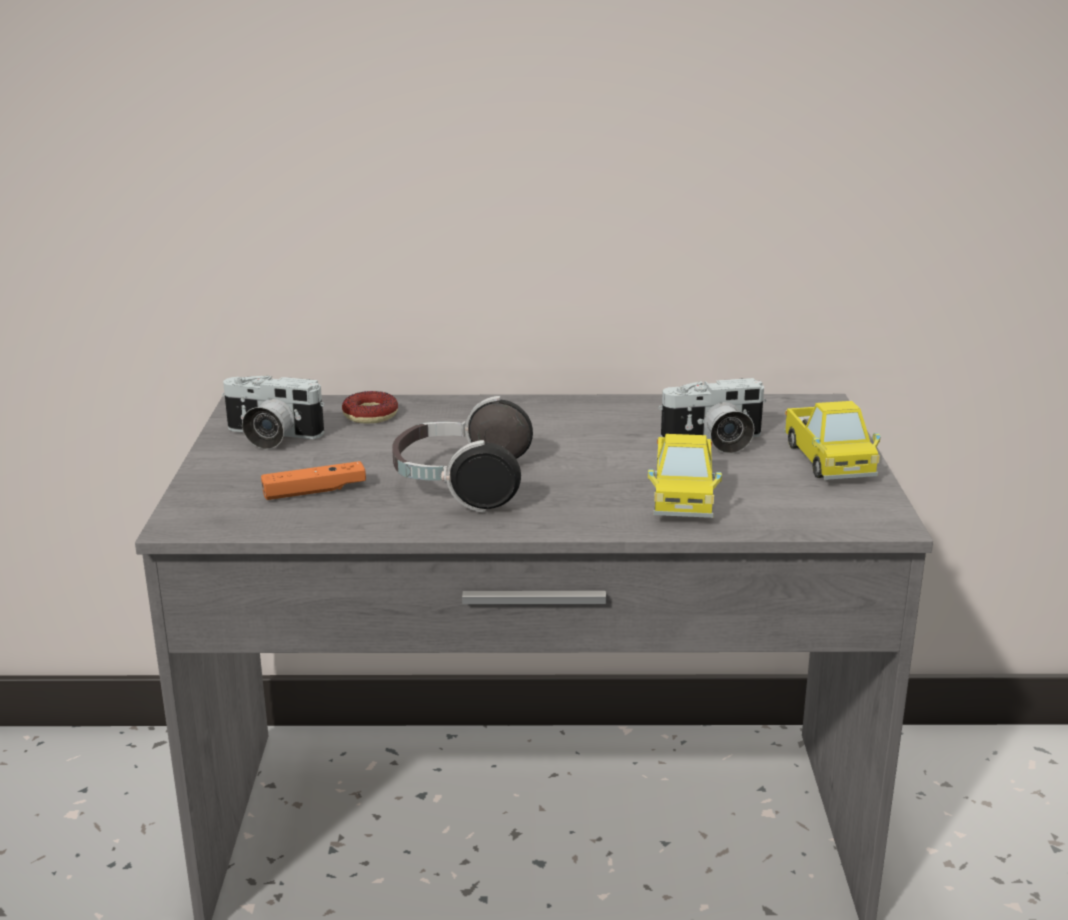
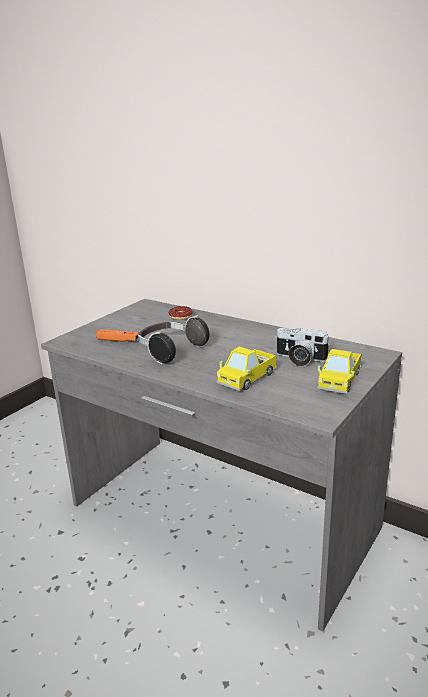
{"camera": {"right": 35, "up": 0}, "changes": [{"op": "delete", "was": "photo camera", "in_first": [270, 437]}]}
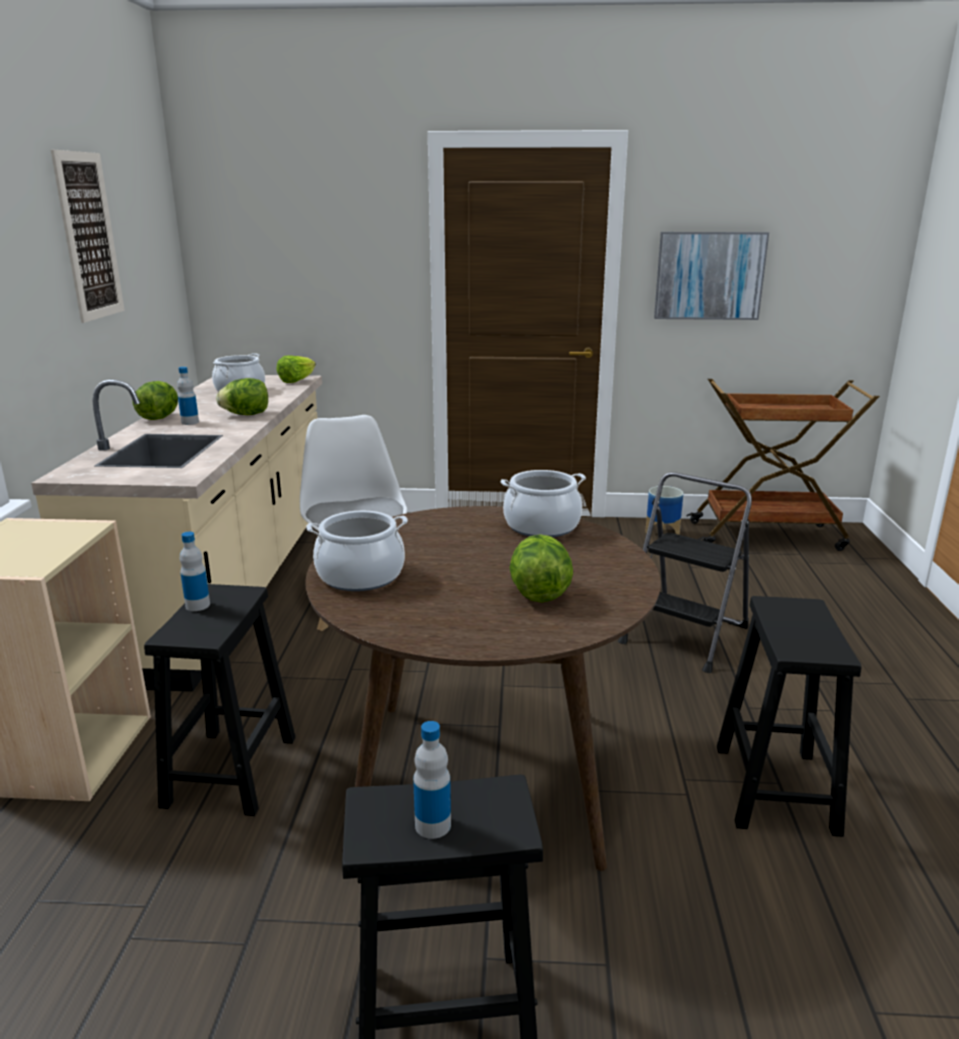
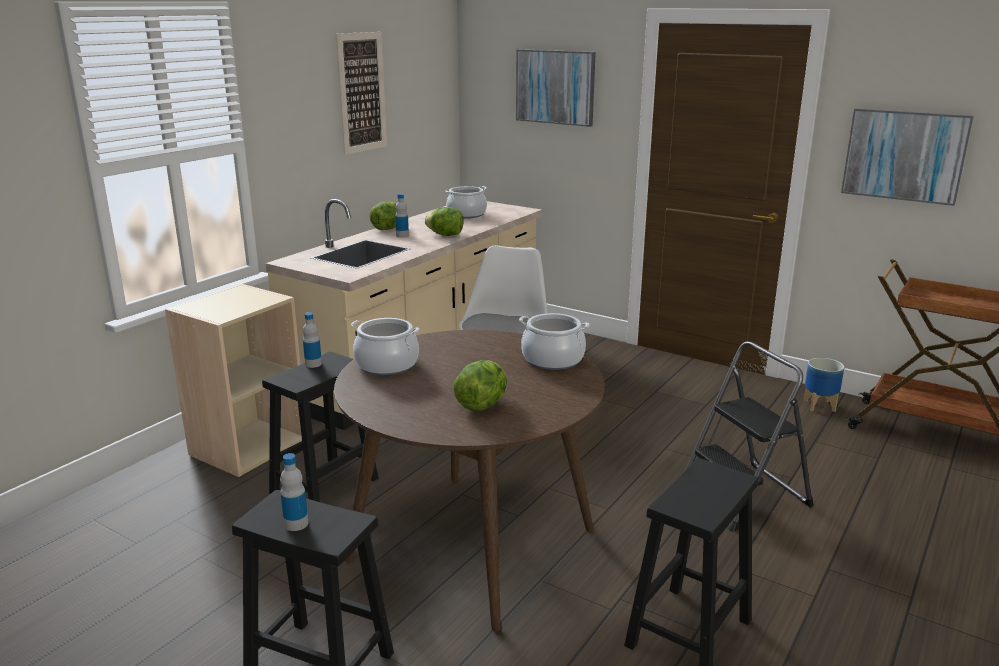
{"camera": {"right": 30, "up": 0}, "changes": [{"op": "insert", "now": "picture", "in_second": [555, 87]}, {"op": "delete", "was": "lettuce", "in_first": [297, 381]}]}
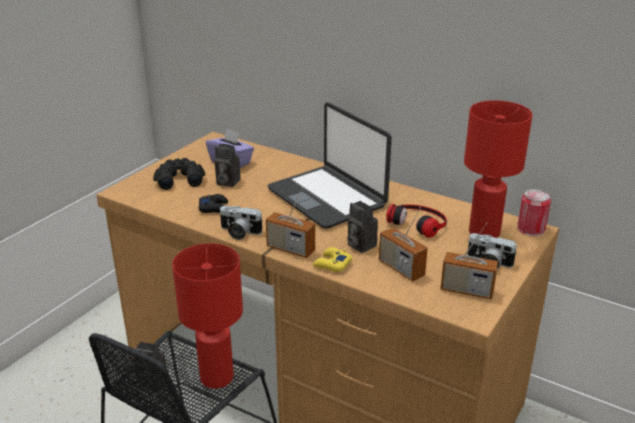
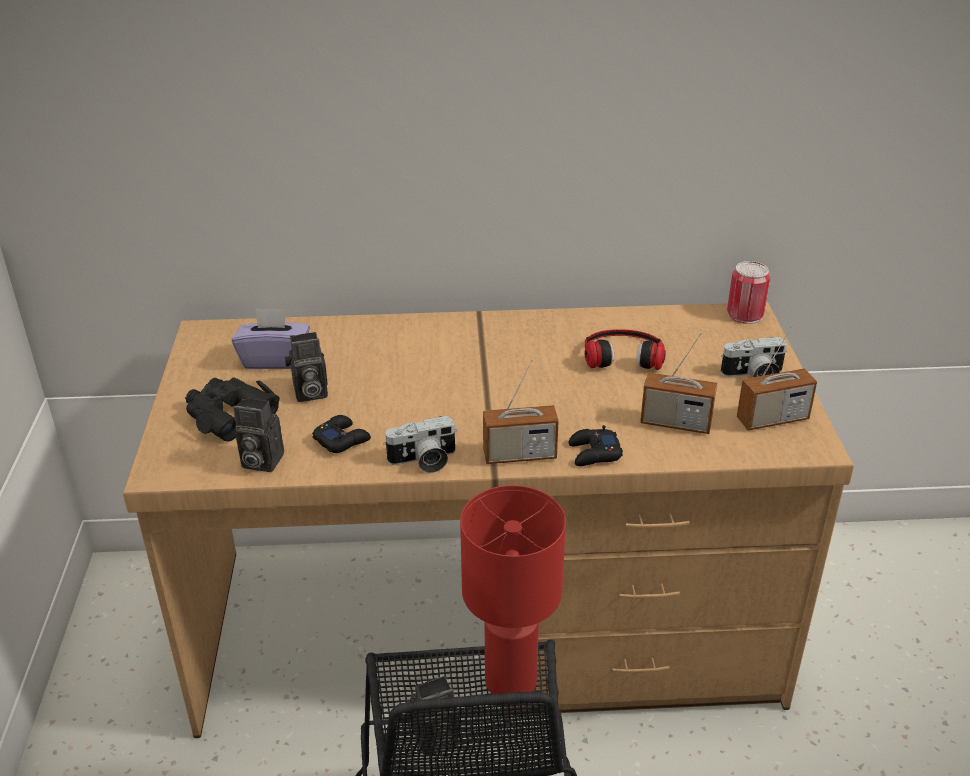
{"camera": {"right": -35, "up": 5}, "changes": [{"op": "move", "was": "photo camera", "in_first": [359, 245], "in_second": [259, 461]}, {"op": "recolor", "was": "yellow game controller", "now": "black game controller", "in_first": [332, 264], "in_second": [594, 453]}, {"op": "delete", "was": "laptop", "in_first": [327, 197]}, {"op": "delete", "was": "red table lamp", "in_first": [484, 232]}]}
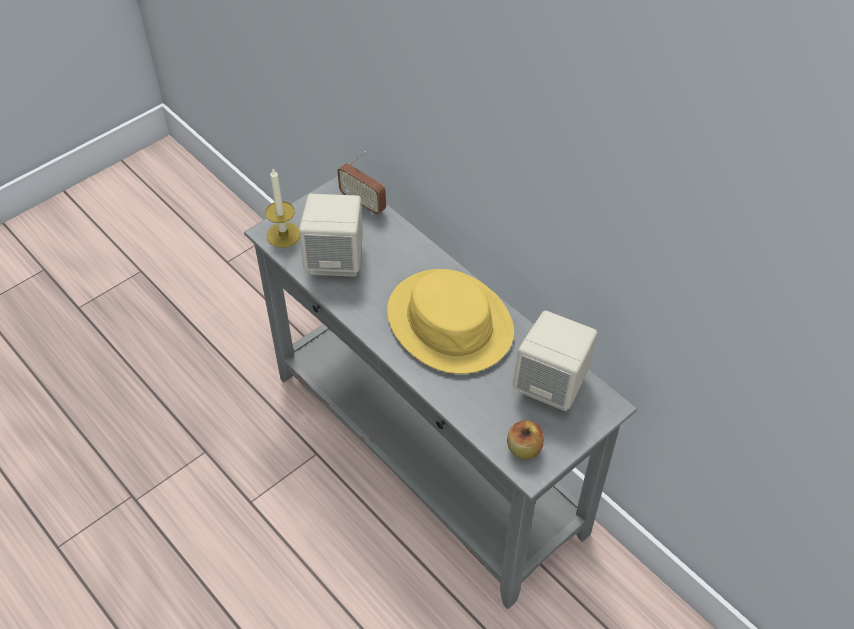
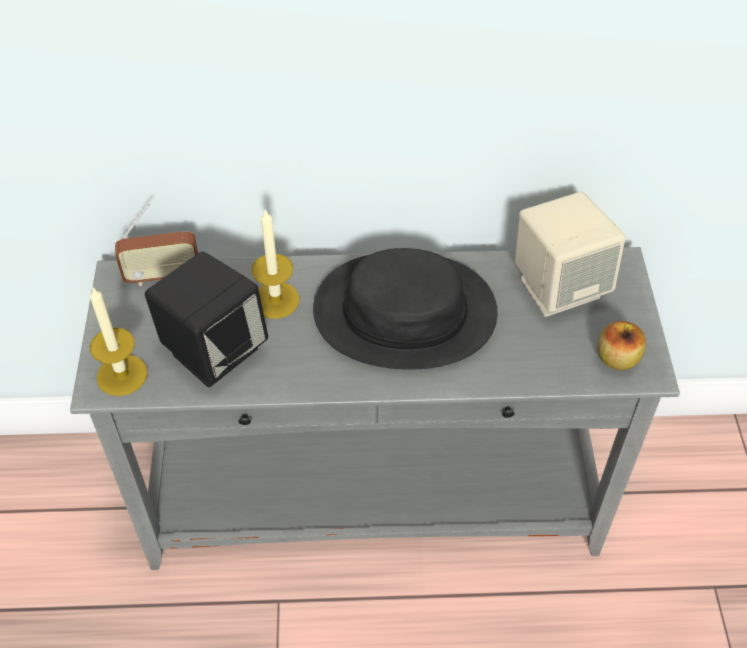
{"camera": {"right": -50, "up": 0}, "changes": [{"op": "recolor", "was": "beige speaker", "now": "black speaker", "in_first": [336, 259], "in_second": [214, 351]}, {"op": "insert", "now": "candle", "in_second": [276, 300]}, {"op": "recolor", "was": "yellow hat", "now": "black hat", "in_first": [450, 322], "in_second": [405, 312]}]}
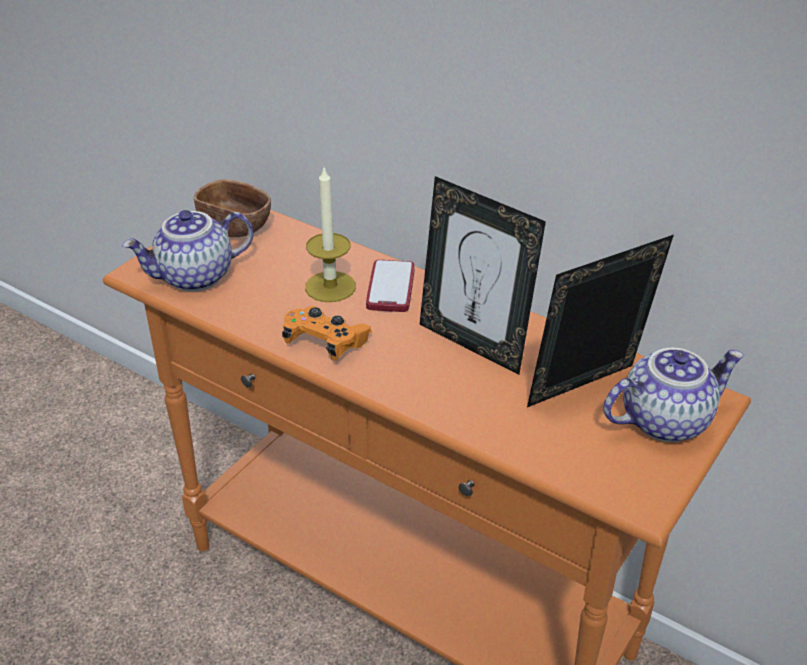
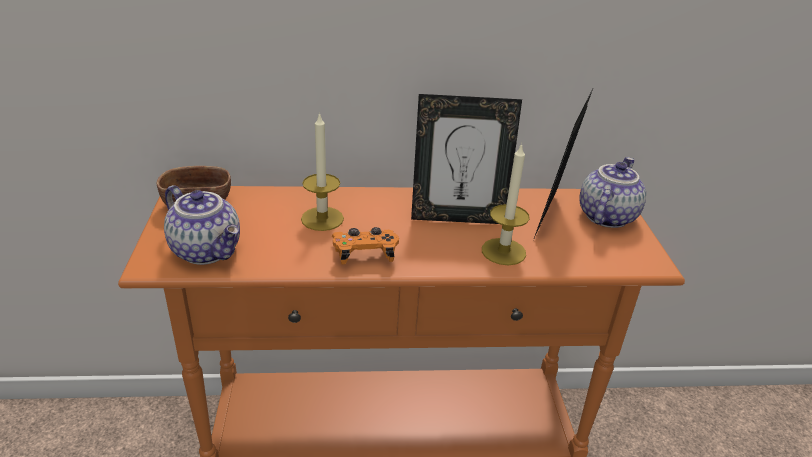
{"camera": {"right": -40, "up": -5}, "changes": [{"op": "rotate", "was": "teapot", "in_first": [195, 278], "in_second": [208, 250], "clockwise": -75}, {"op": "insert", "now": "candle", "in_second": [503, 251]}, {"op": "delete", "was": "phone", "in_first": [390, 288]}]}
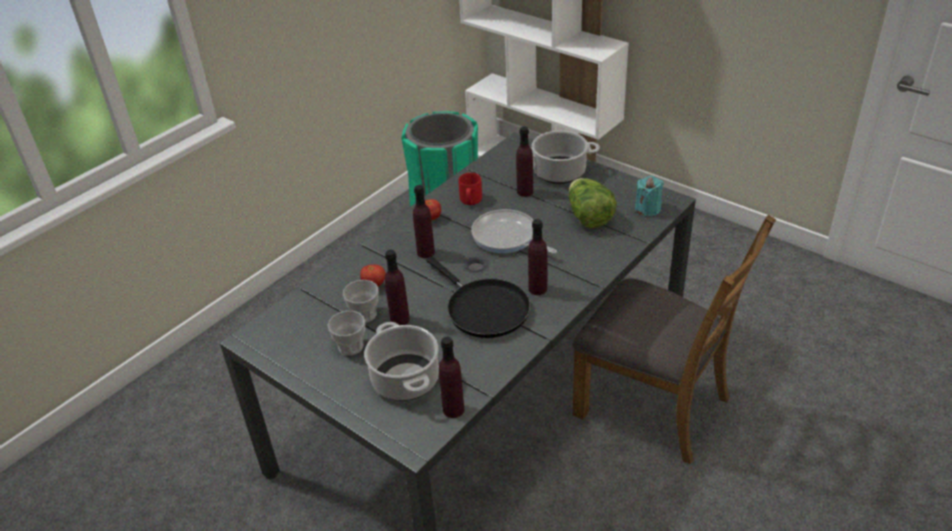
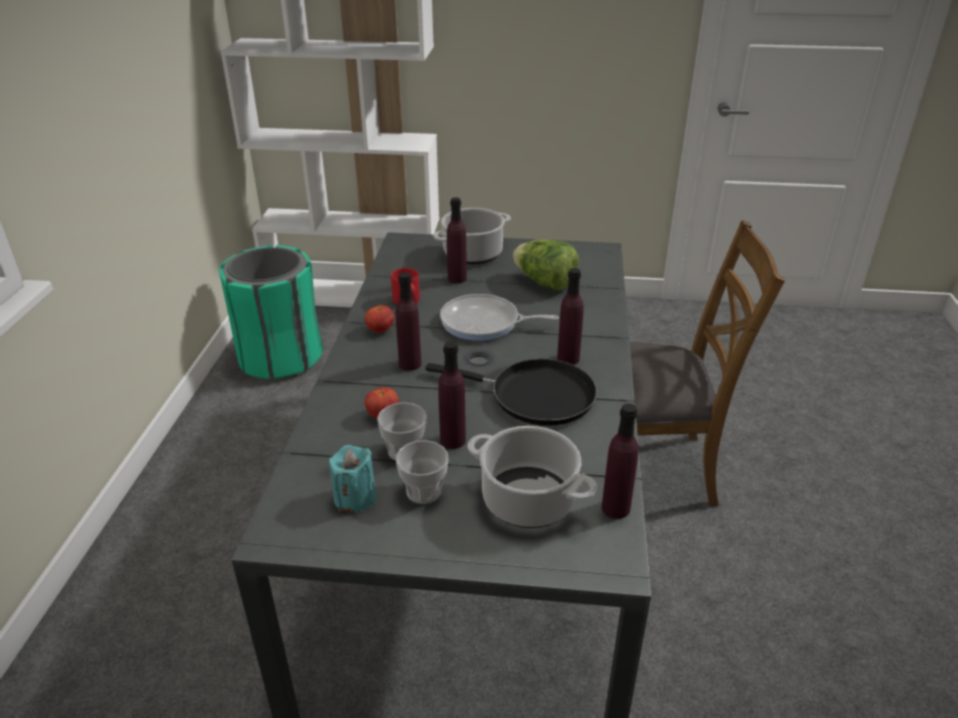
{"camera": {"right": -35, "up": -5}, "changes": [{"op": "move", "was": "turquoise candle", "in_first": [647, 209], "in_second": [355, 498]}]}
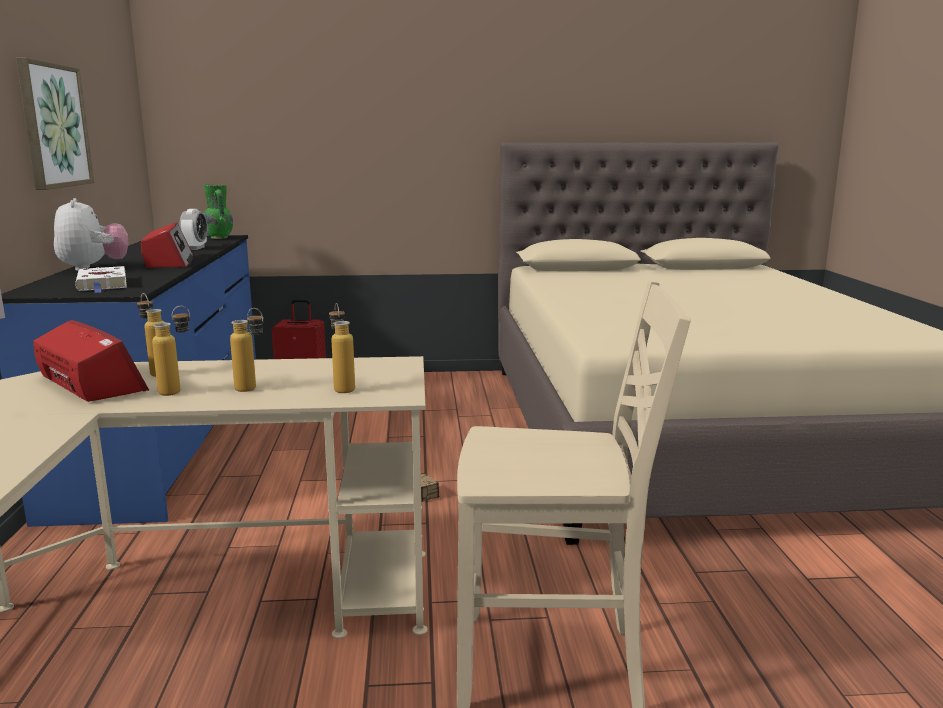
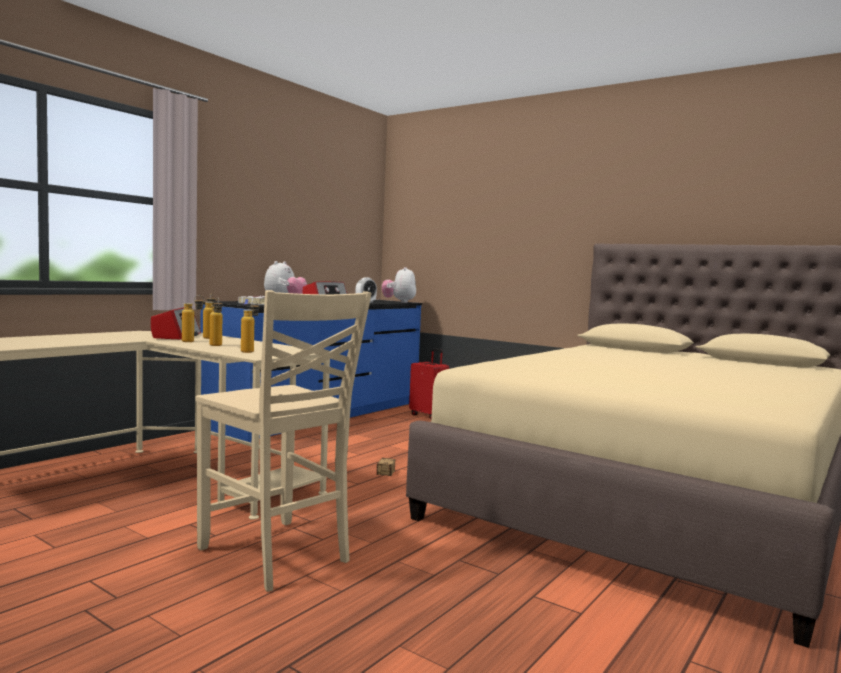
{"camera": {"right": 40, "up": -10}, "changes": [{"op": "replace", "was": "green vase", "now": "plush toy", "in_first": [219, 238], "in_second": [399, 302]}, {"op": "delete", "was": "picture", "in_first": [53, 126]}]}
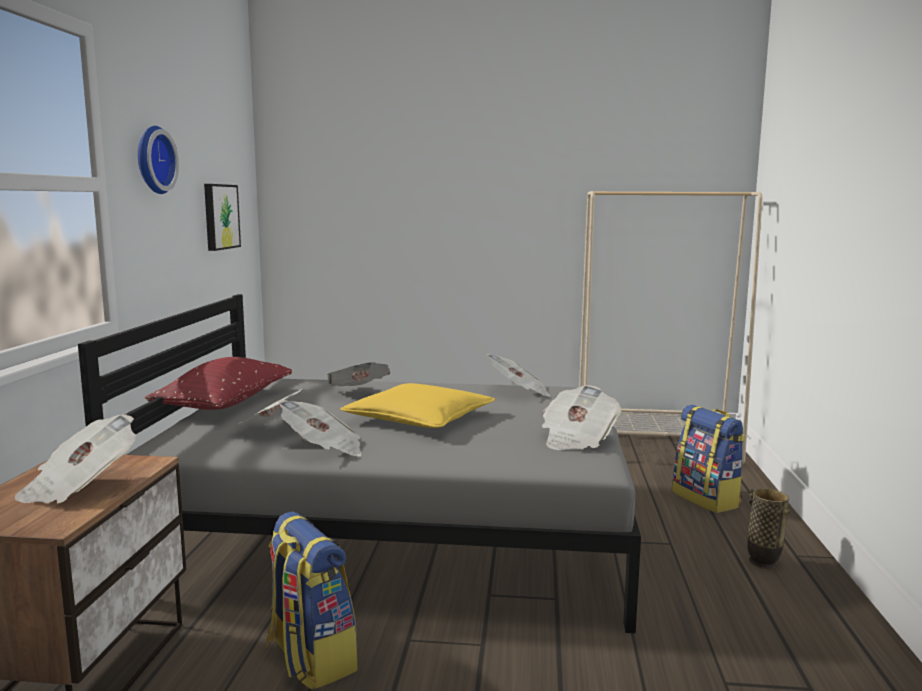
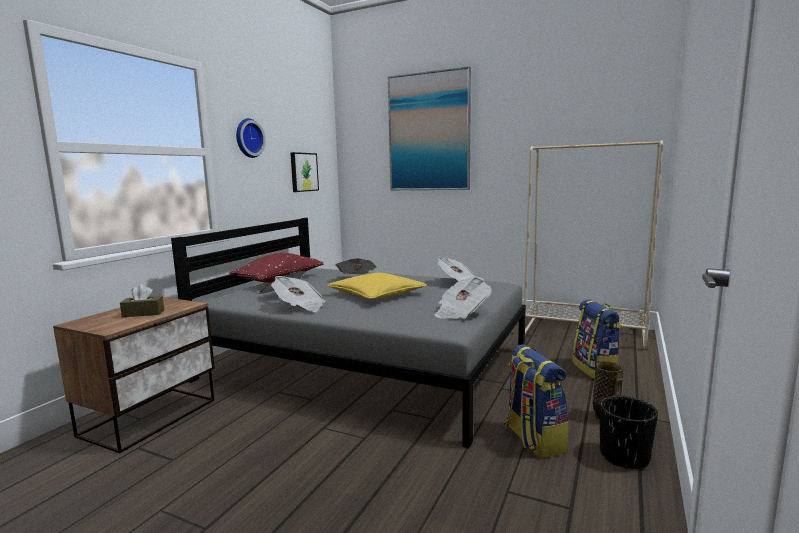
{"camera": {"right": 20, "up": 0}, "changes": [{"op": "replace", "was": "newspaper", "now": "brown tissue box", "in_first": [80, 487], "in_second": [143, 313]}, {"op": "insert", "now": "picture", "in_second": [428, 132]}, {"op": "move", "was": "backpack", "in_first": [310, 658], "in_second": [533, 439]}, {"op": "insert", "now": "black planter", "in_second": [624, 457]}]}
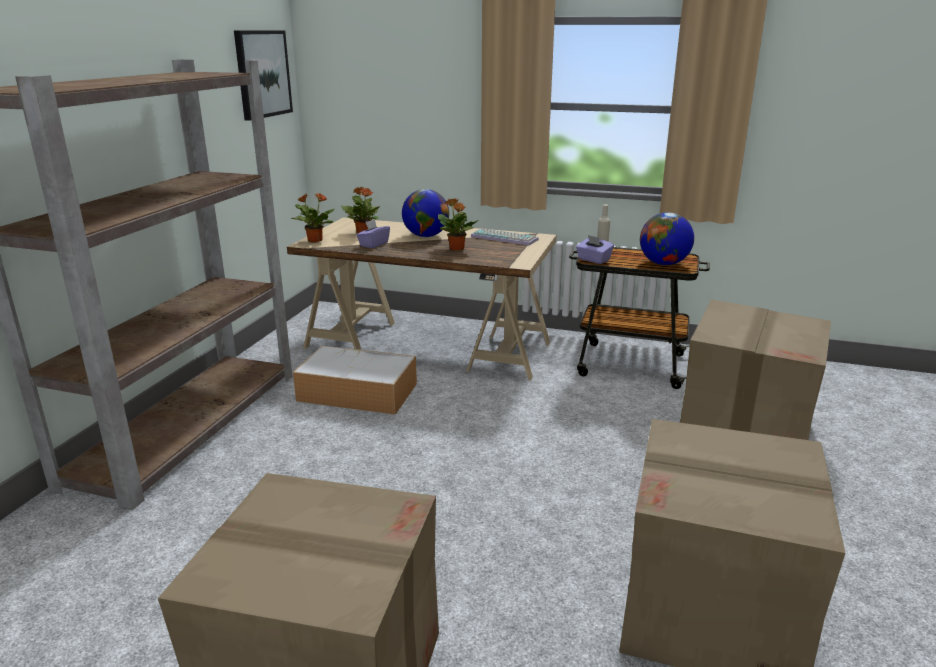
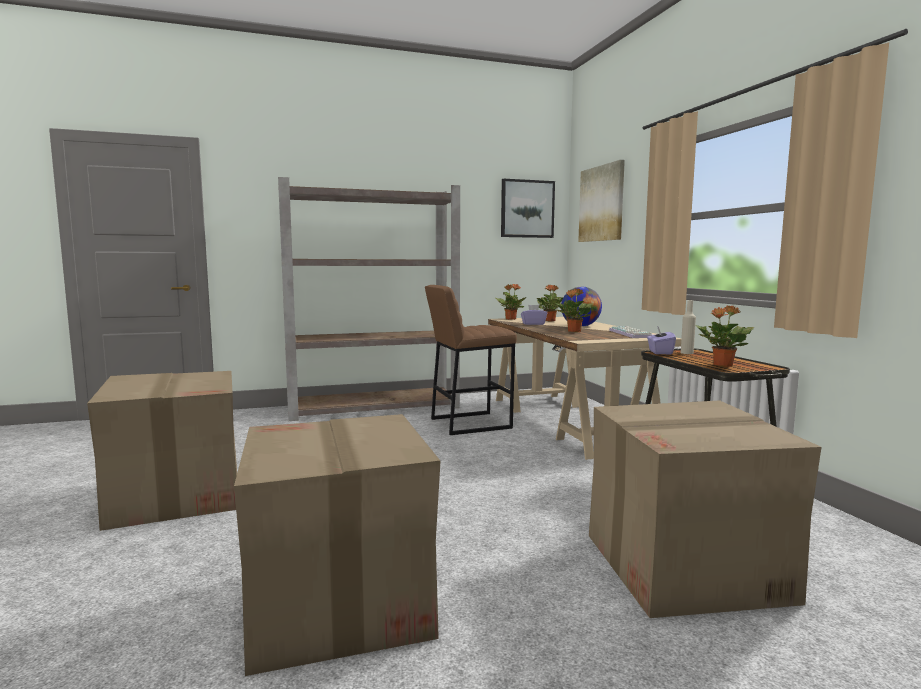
{"camera": {"right": 55, "up": -15}, "changes": [{"op": "replace", "was": "storage box", "now": "brown stool", "in_first": [356, 392], "in_second": [468, 423]}, {"op": "insert", "now": "picture", "in_second": [601, 203]}, {"op": "replace", "was": "globe", "now": "potted plant", "in_first": [663, 264], "in_second": [722, 365]}]}
